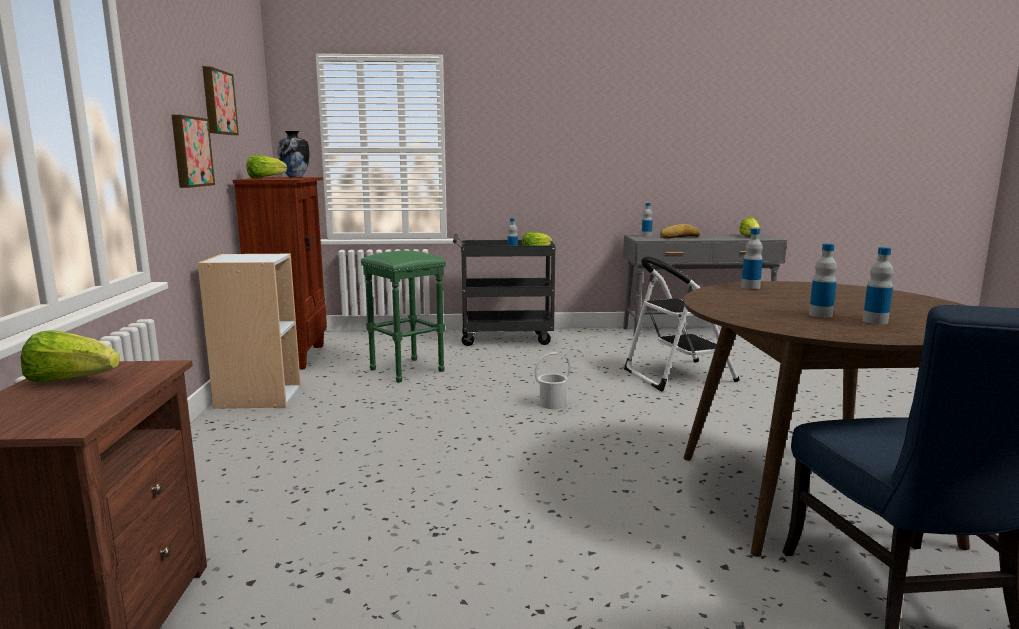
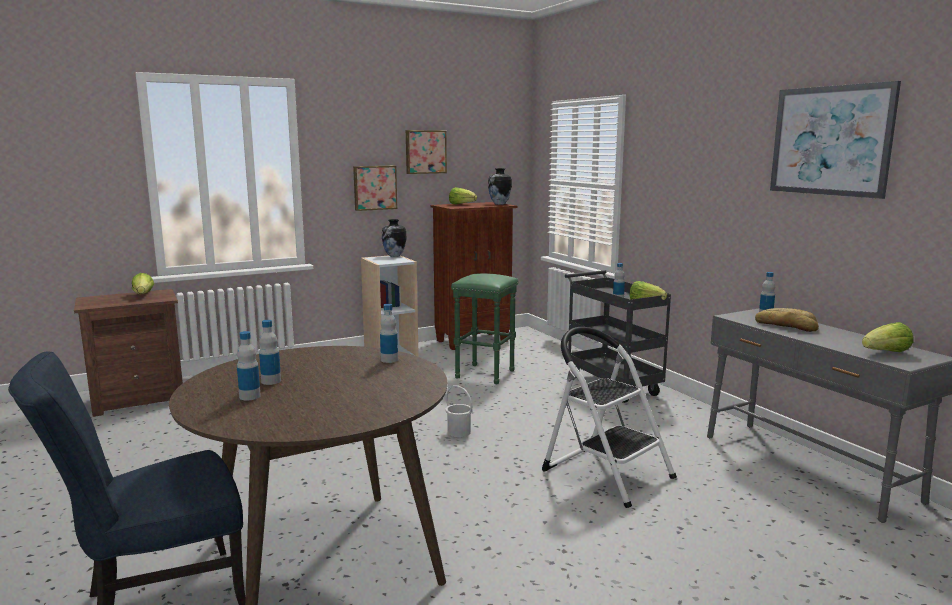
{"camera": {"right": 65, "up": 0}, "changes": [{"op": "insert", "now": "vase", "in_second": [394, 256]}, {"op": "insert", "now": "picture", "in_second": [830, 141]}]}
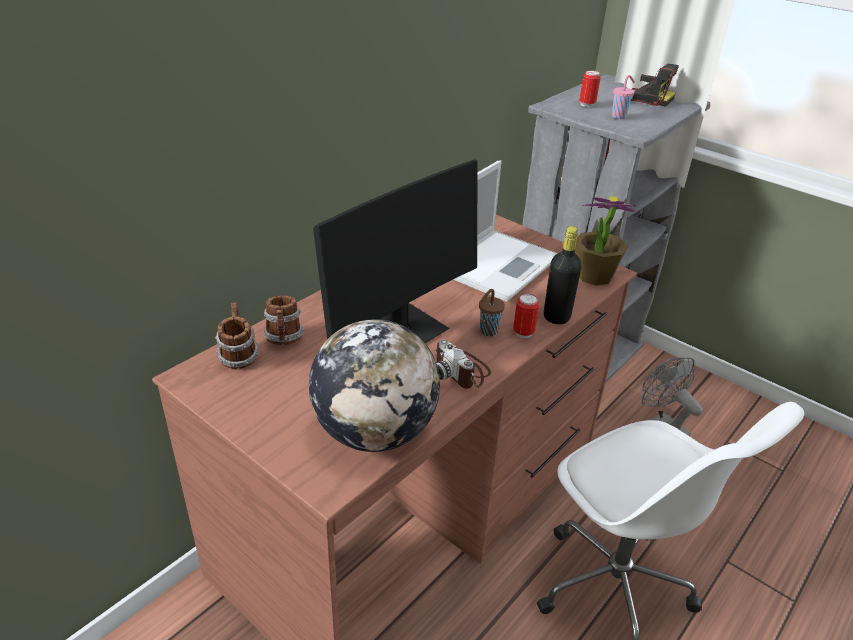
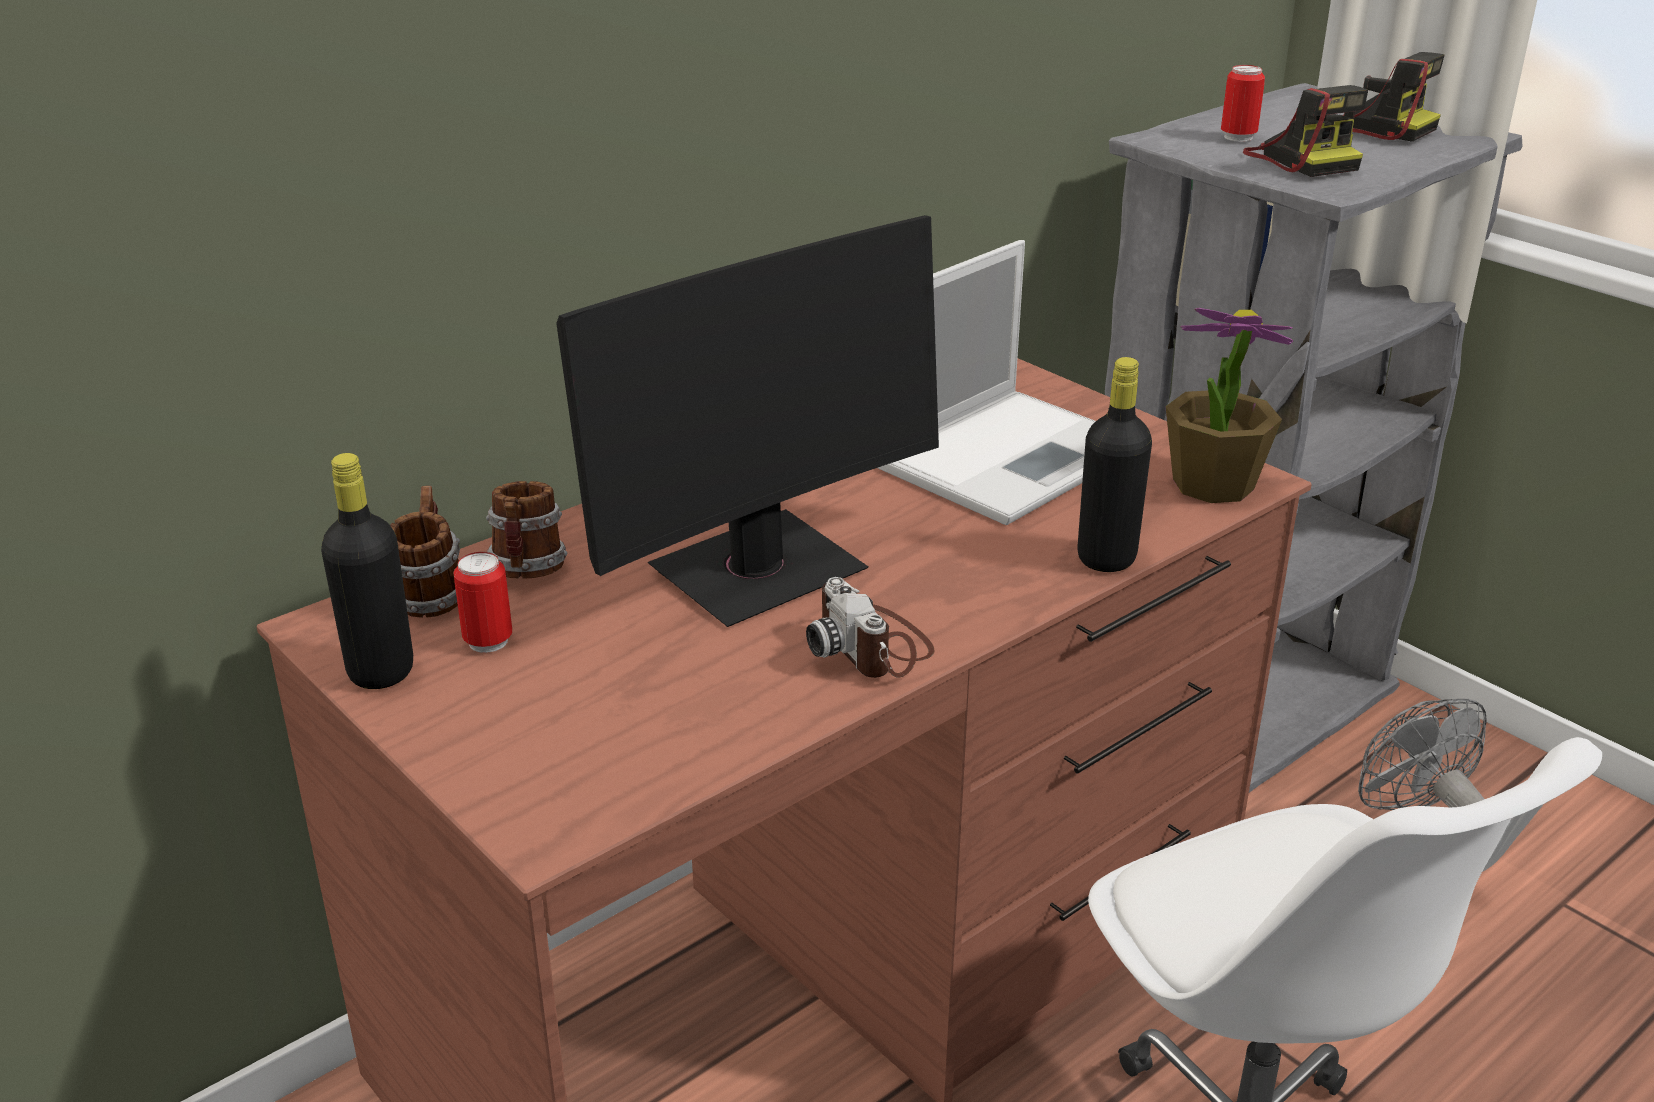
{"camera": {"right": 10, "up": -5}, "changes": [{"op": "insert", "now": "black bottle", "in_second": [381, 671]}, {"op": "move", "was": "can", "in_first": [523, 333], "in_second": [488, 642]}, {"op": "replace", "was": "pink cup", "now": "photo camera", "in_first": [619, 116], "in_second": [1302, 160]}, {"op": "delete", "was": "globe", "in_first": [375, 432]}, {"op": "delete", "was": "brown cup", "in_first": [487, 332]}]}
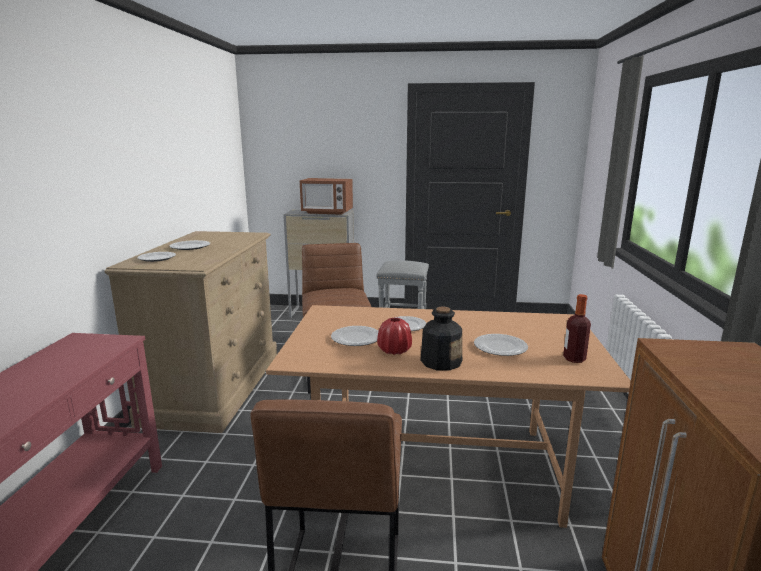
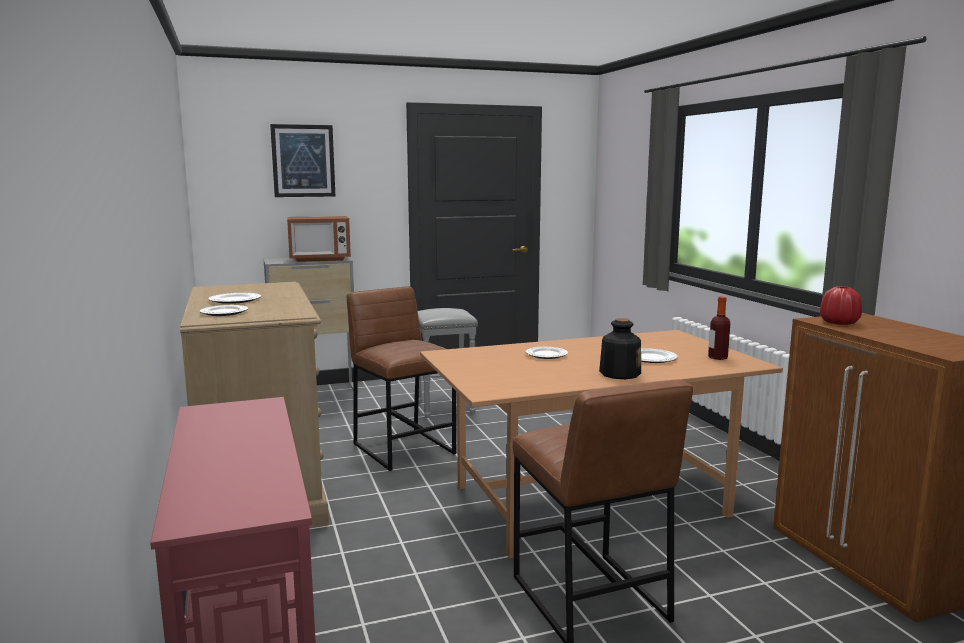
{"camera": {"right": -25, "up": -5}, "changes": [{"op": "insert", "now": "picture", "in_second": [303, 161]}, {"op": "move", "was": "red vase", "in_first": [394, 350], "in_second": [839, 323]}, {"op": "delete", "was": "plate", "in_first": [356, 338]}]}
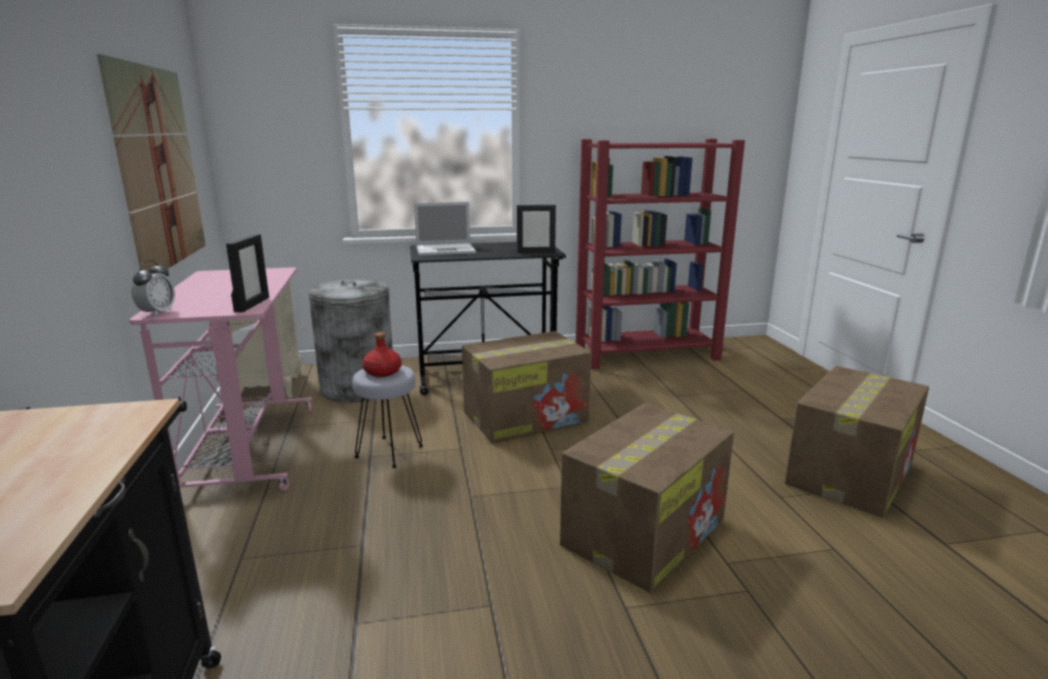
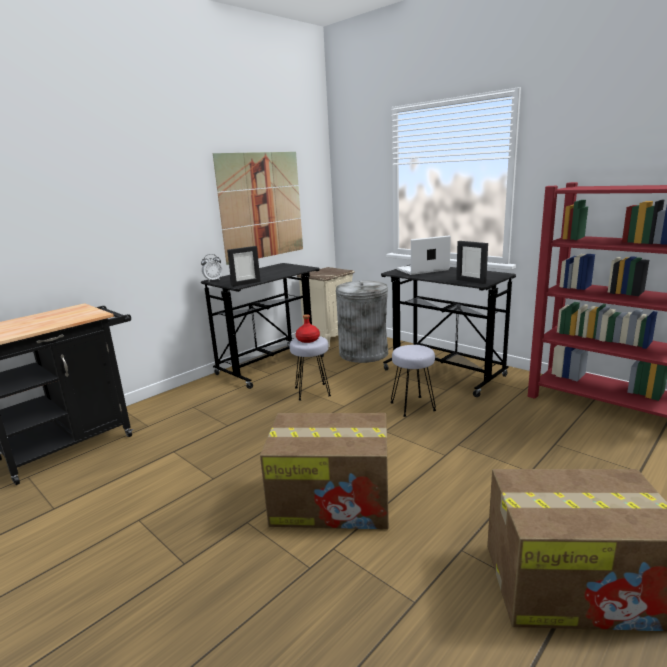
{"camera": {"right": 55, "up": 0}, "changes": [{"op": "recolor", "was": "pink desk", "now": "black desk", "in_first": [250, 449], "in_second": [271, 365]}, {"op": "replace", "was": "cardboard box", "now": "grey stool", "in_first": [527, 416], "in_second": [413, 406]}, {"op": "rotate", "was": "laptop", "in_first": [446, 250], "in_second": [421, 270], "clockwise": 120}]}
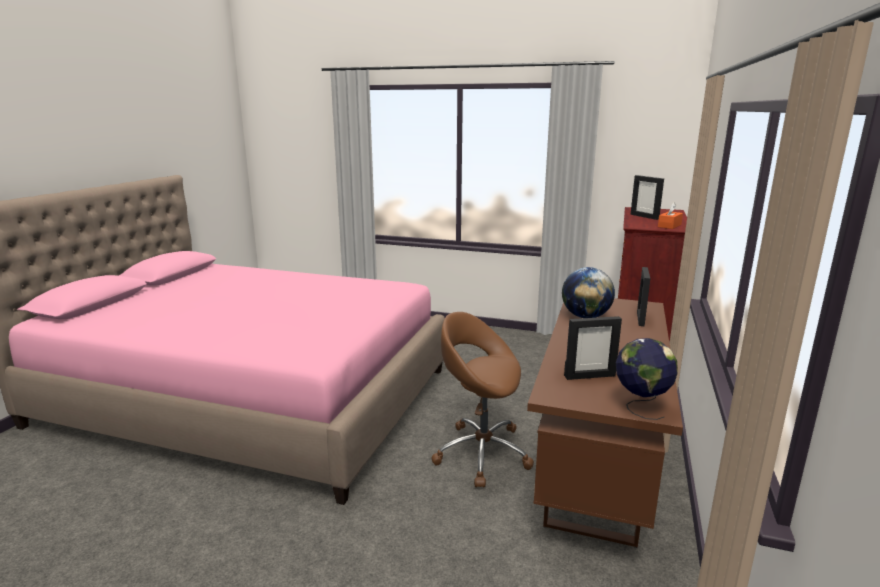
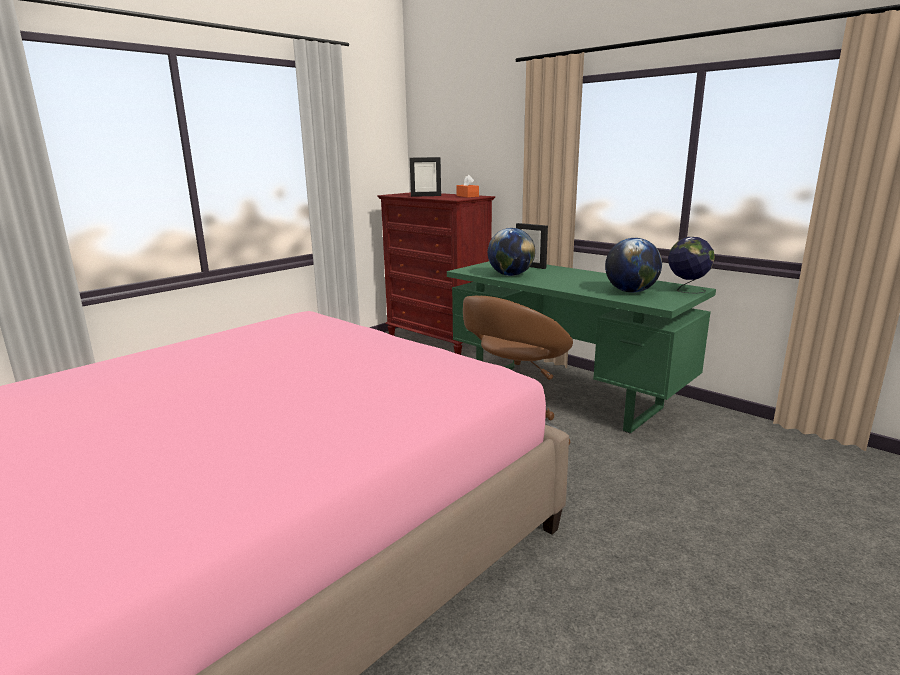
{"camera": {"right": -65, "up": 0}, "changes": [{"op": "recolor", "was": "brown desk", "now": "green desk", "in_first": [597, 468], "in_second": [565, 394]}, {"op": "replace", "was": "picture frame", "now": "globe", "in_first": [589, 376], "in_second": [630, 291]}]}
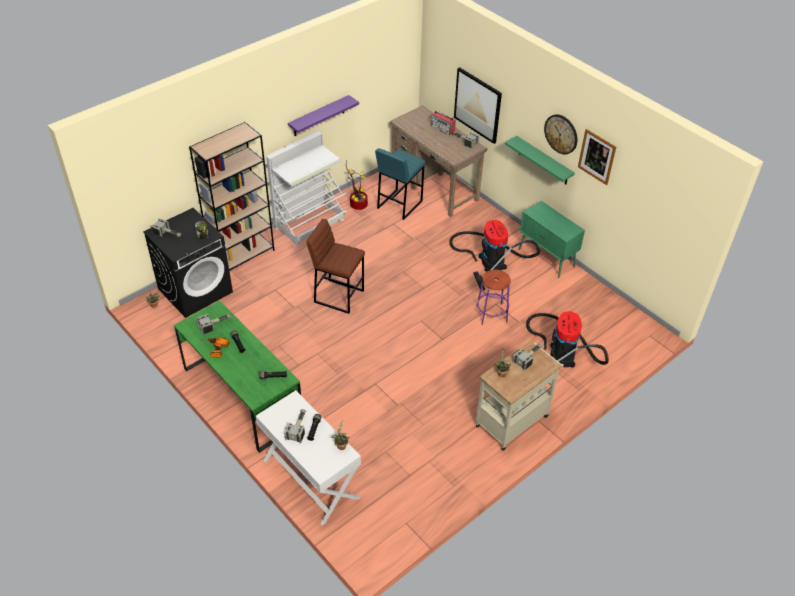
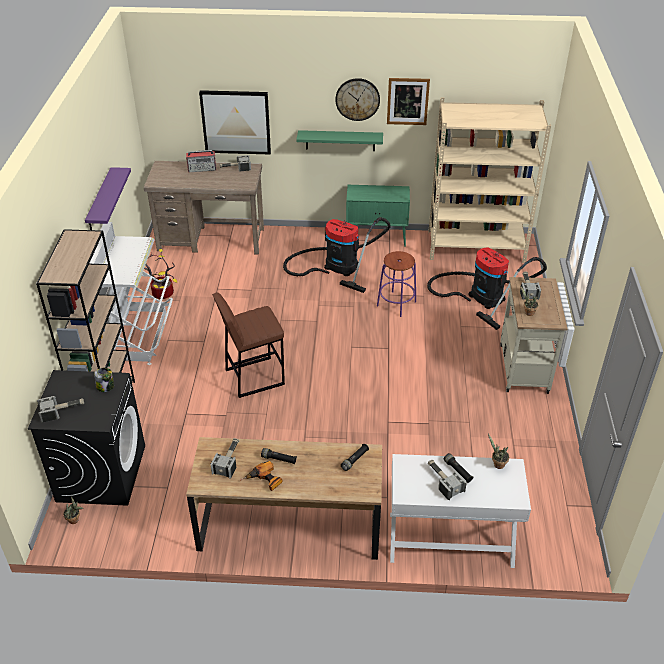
{"camera": {"right": -45, "up": -5}, "changes": [{"op": "recolor", "was": "green desk", "now": "brown desk", "in_first": [242, 395], "in_second": [290, 525]}, {"op": "insert", "now": "beige bookcase", "in_second": [476, 246]}, {"op": "delete", "was": "turquoise stool", "in_first": [399, 205]}]}
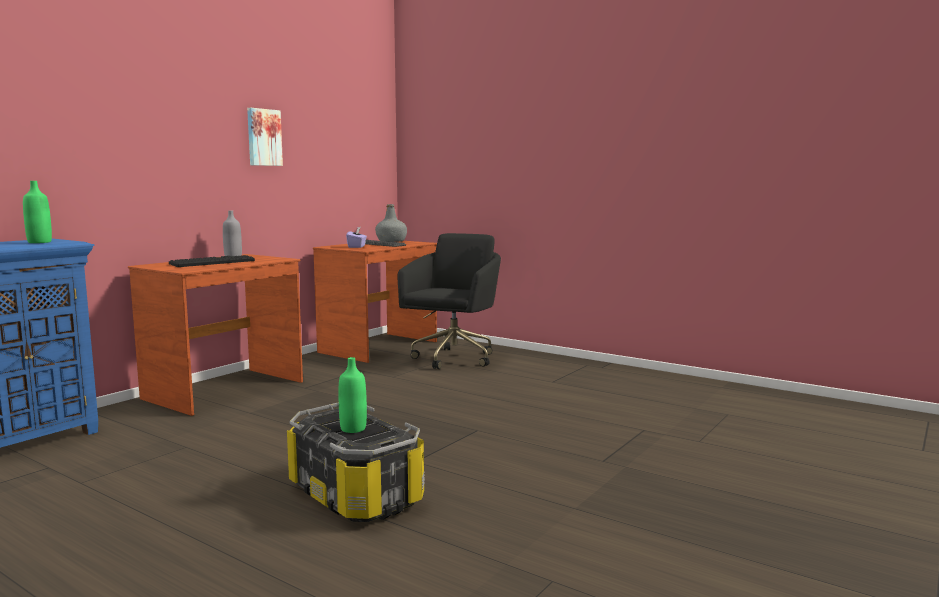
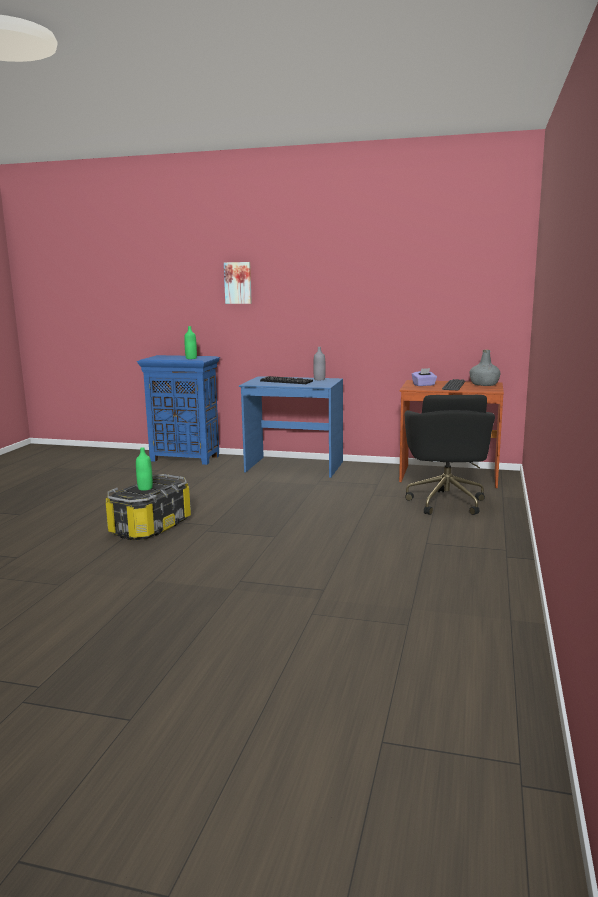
{"camera": {"right": 70, "up": 5}, "changes": [{"op": "move", "was": "picture", "in_first": [263, 137], "in_second": [238, 283]}, {"op": "recolor", "was": "brown desk", "now": "blue desk", "in_first": [225, 390], "in_second": [293, 467]}, {"op": "rotate", "was": "black office chair", "in_first": [452, 360], "in_second": [445, 502], "clockwise": 90}]}
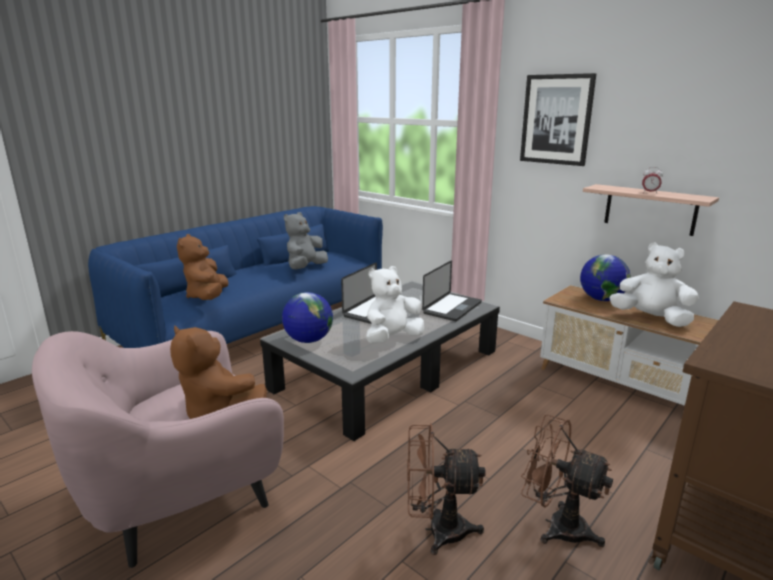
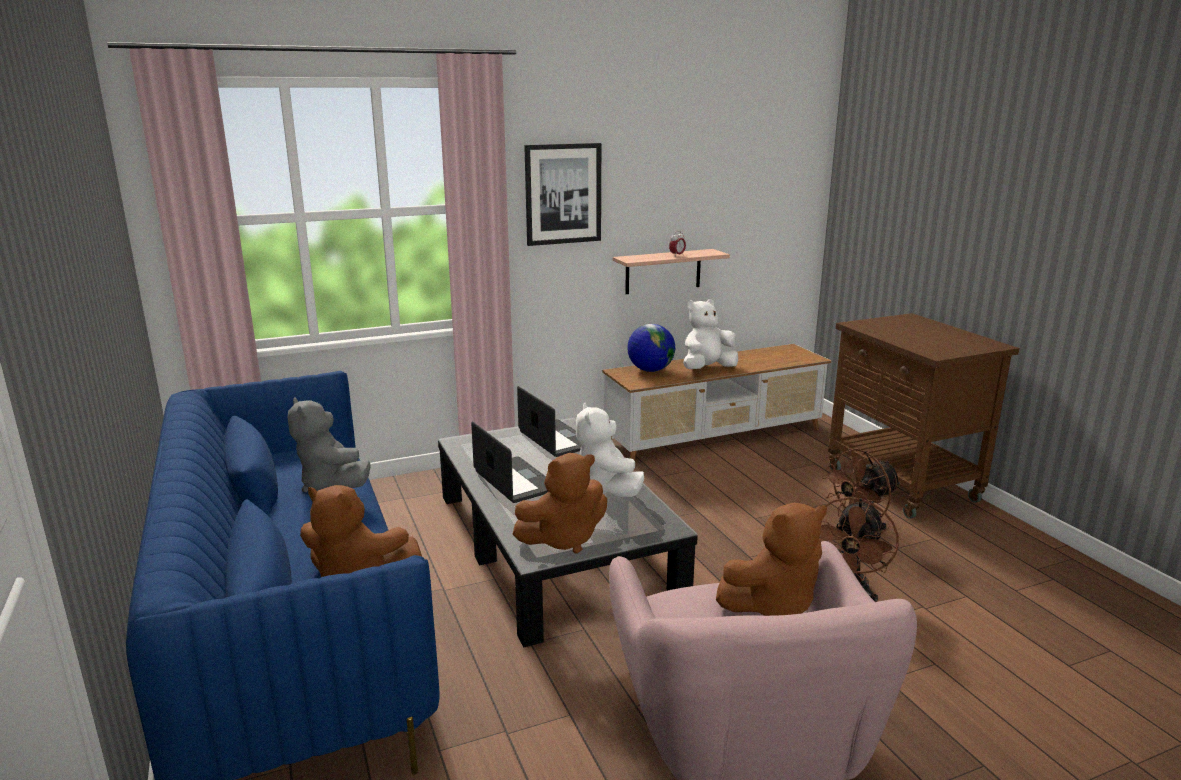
{"camera": {"right": -65, "up": 0}, "changes": [{"op": "replace", "was": "globe", "now": "brown plush toy", "in_first": [308, 340], "in_second": [563, 539]}]}
